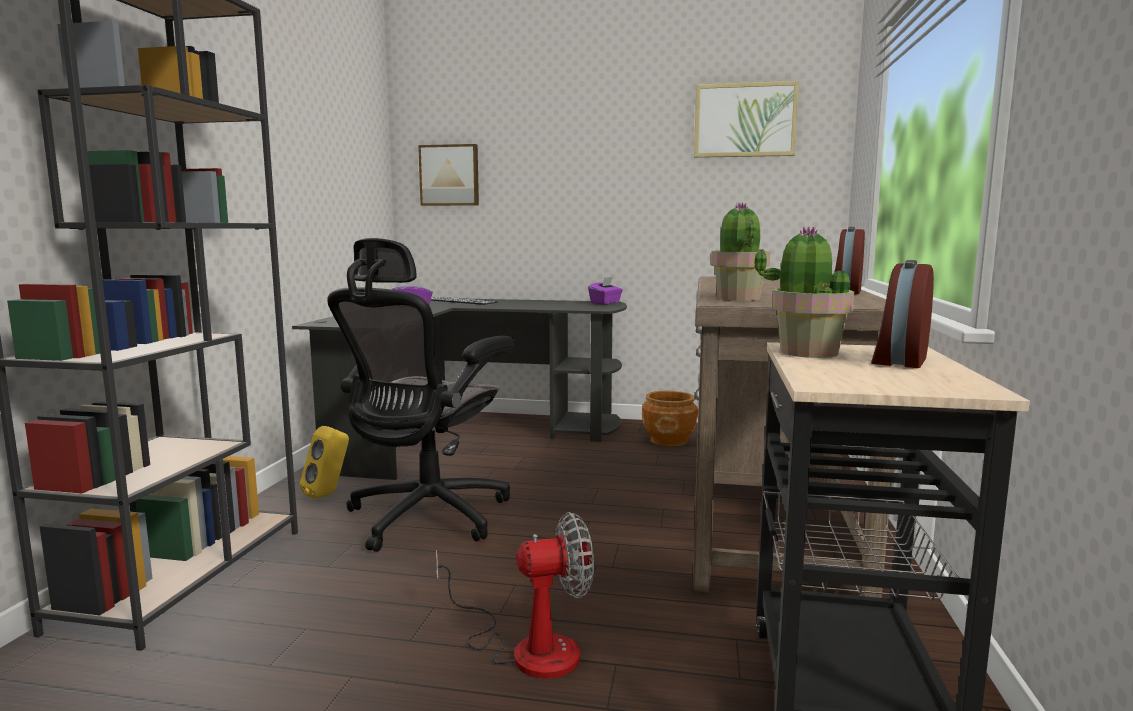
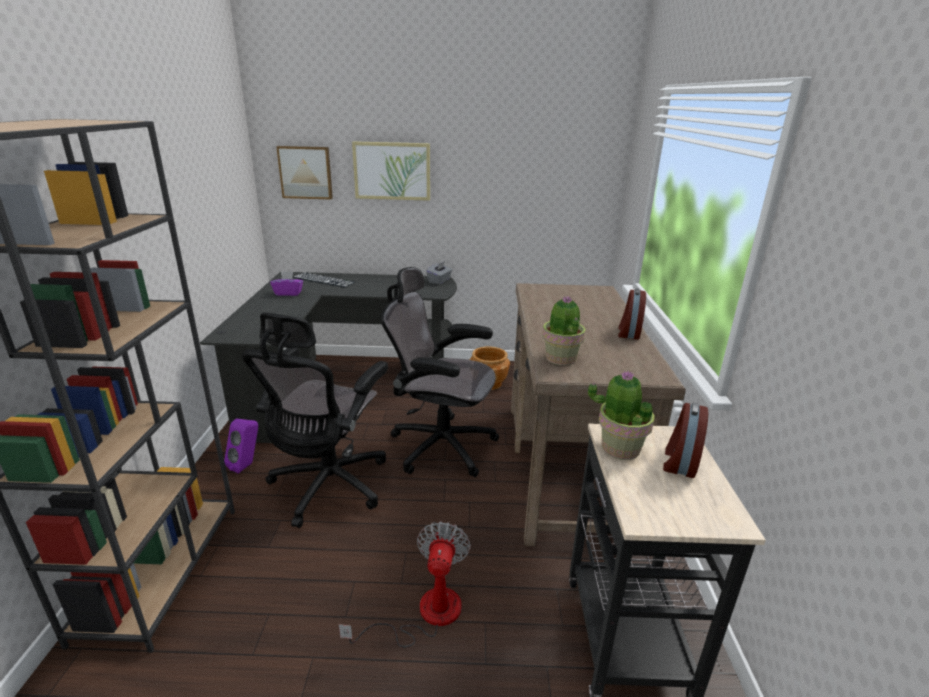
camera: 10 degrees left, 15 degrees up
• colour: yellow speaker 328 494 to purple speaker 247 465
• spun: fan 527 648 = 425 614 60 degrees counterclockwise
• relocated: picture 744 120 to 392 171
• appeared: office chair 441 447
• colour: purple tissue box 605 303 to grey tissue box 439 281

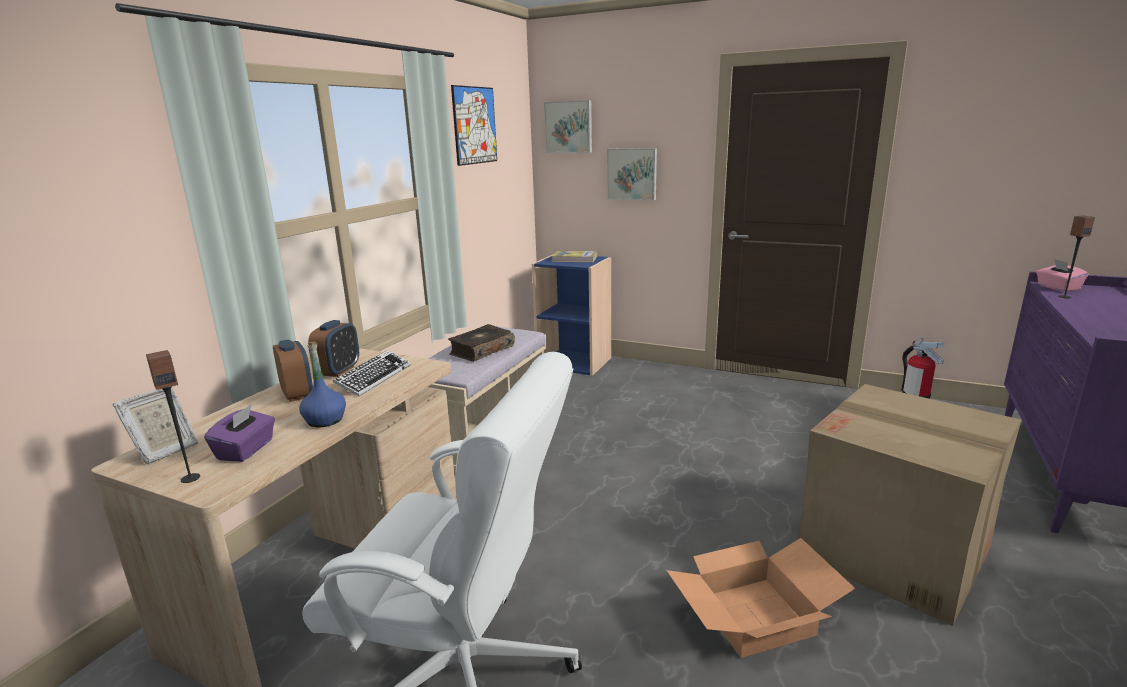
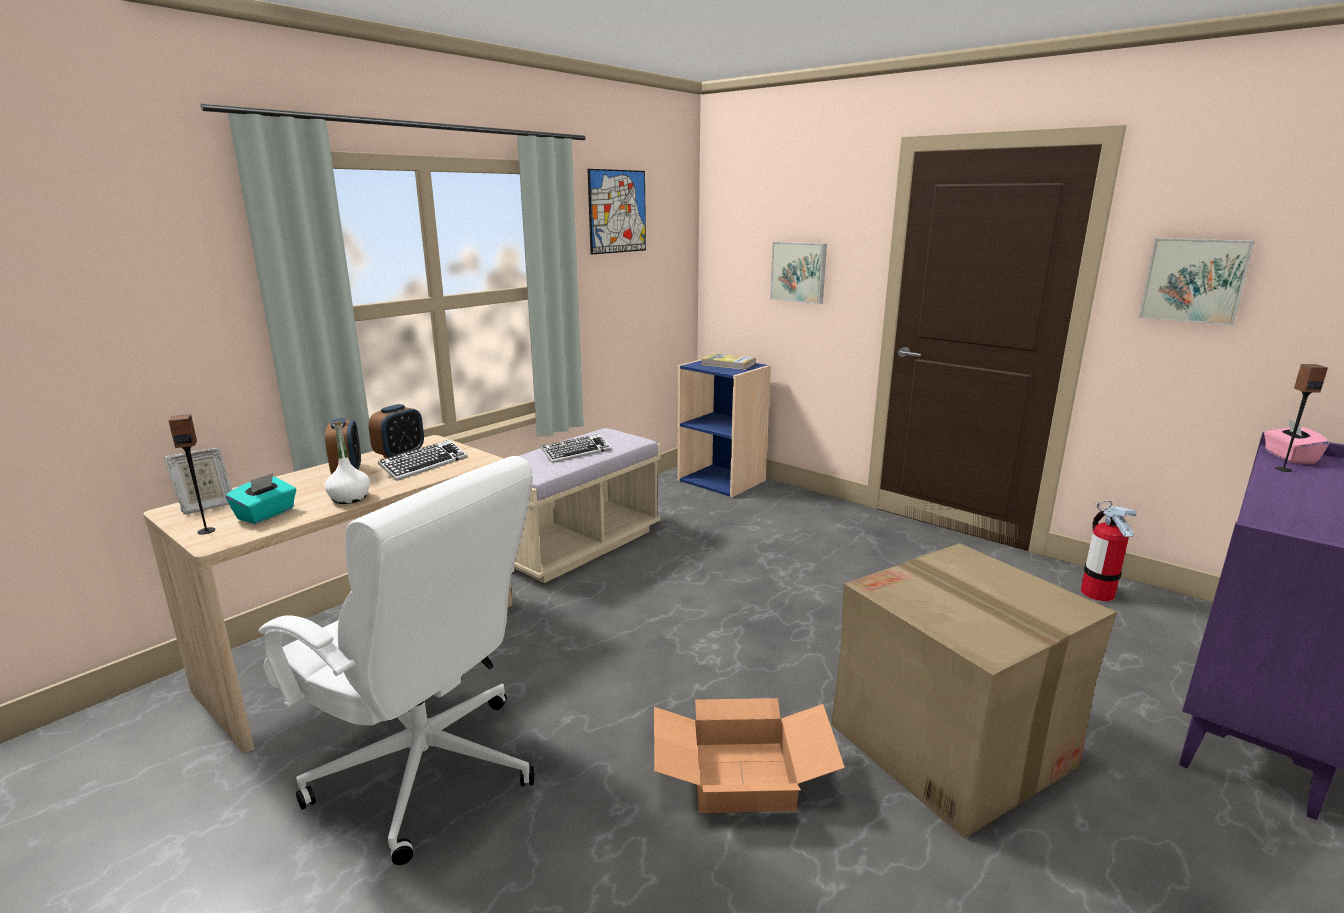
camera: 15 degrees right, 0 degrees up
• colour: purple tissue box 246 450 to turquoise tissue box 266 514
• colour: blue bottle 325 420 to white bottle 349 498
• exchanged: book 481 350 to keyboard 576 452
• relocated: picture 569 127 to 1194 280

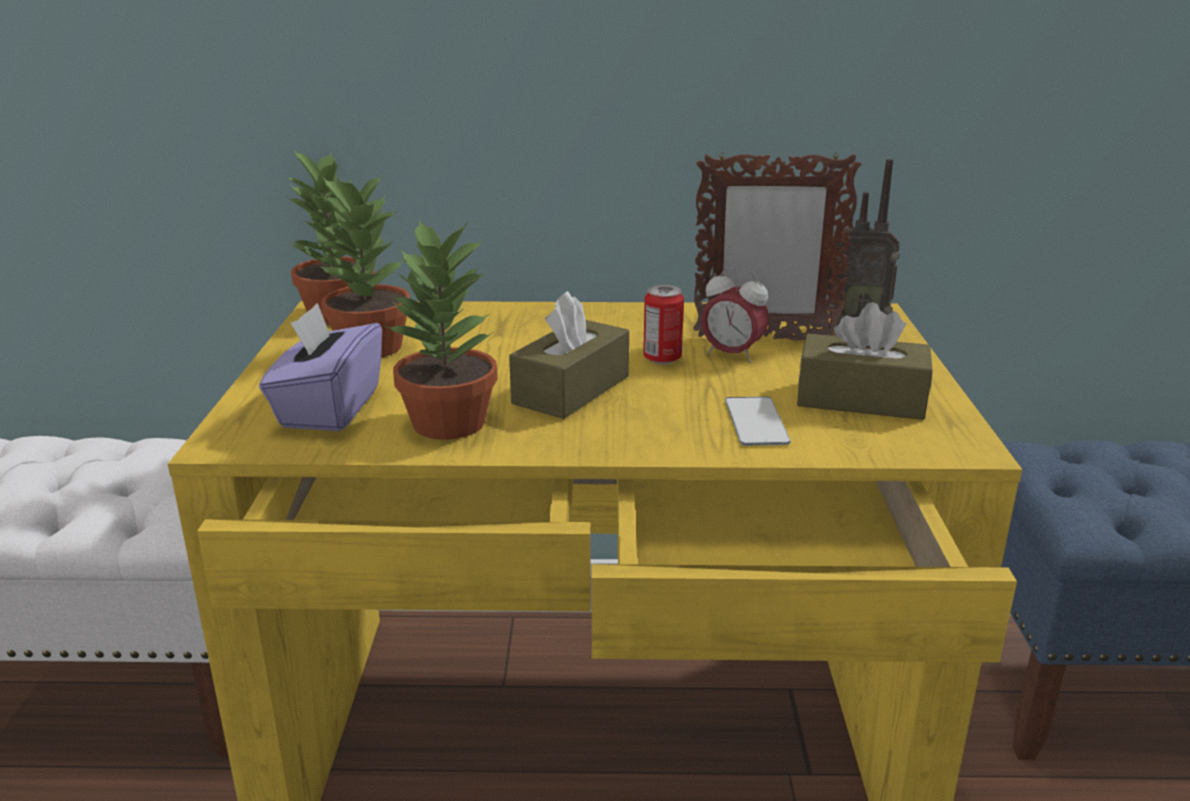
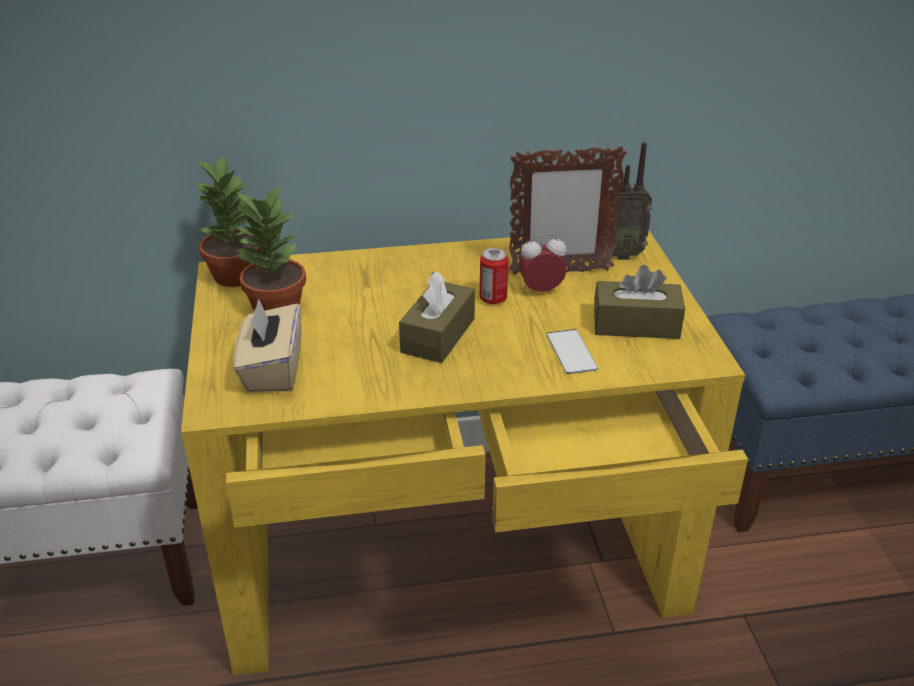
camera: 10 degrees left, 10 degrees up
• colour: purple tissue box 329 408 to beige tissue box 272 370
• spun: alarm clock 732 355 = 541 290 150 degrees clockwise
• missing: potted plant 449 424

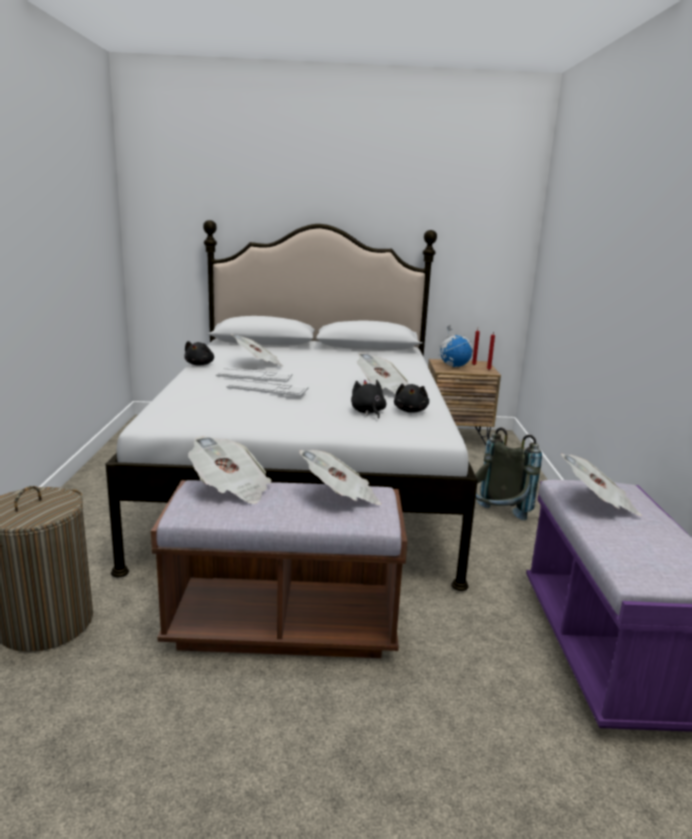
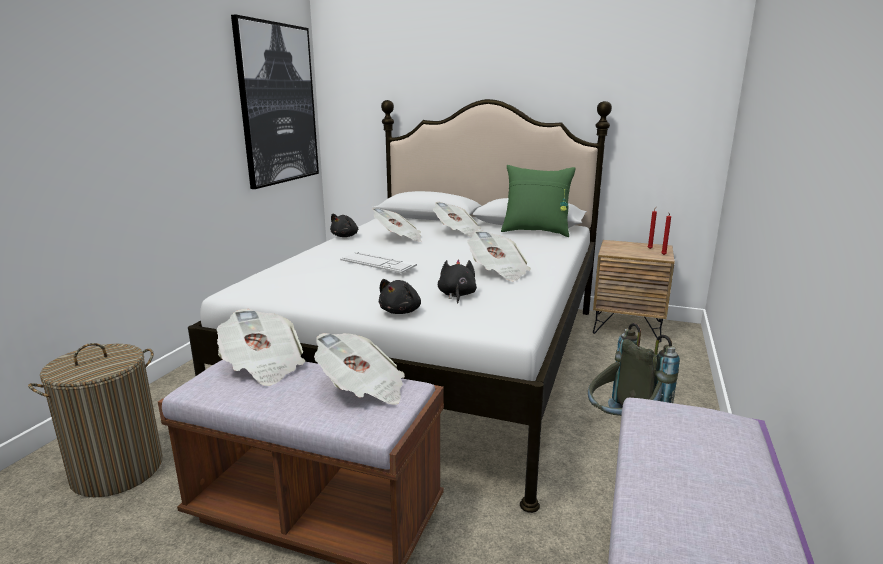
camera: 20 degrees right, 0 degrees up
• appeared: picture 278 104
• relocated: black plush toy 410 411 to 401 311
• relocated: newspaper 598 504 to 457 232
• appeared: green pillow 535 232
• missing: keyboard 254 376
• missing: globe 454 366

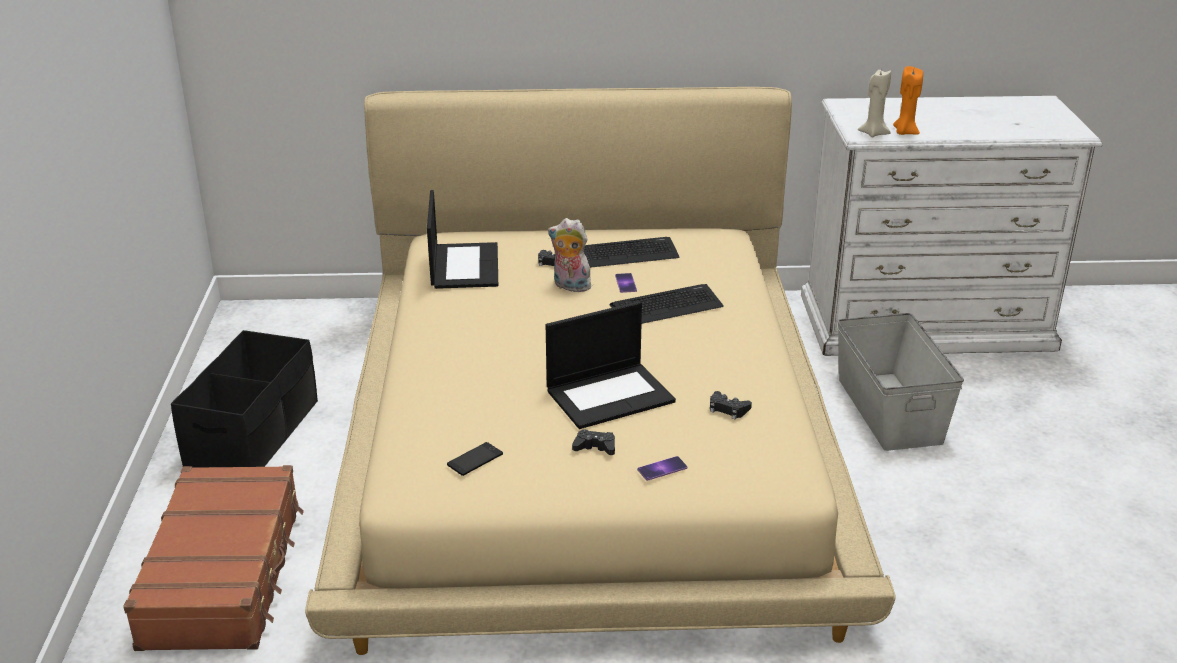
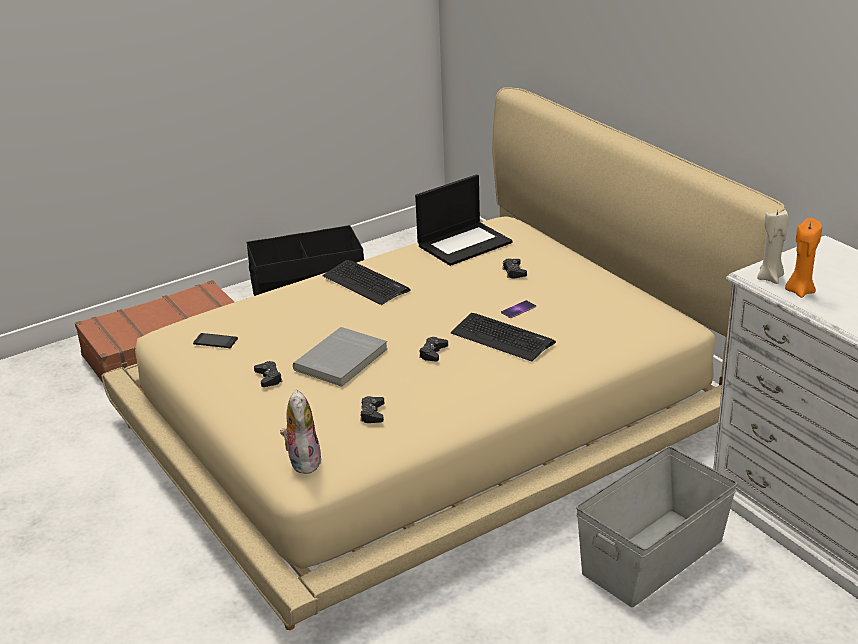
camera: 60 degrees right, 0 degrees up
• relocated: plush toy 570 286 to 302 461
• exchanged: laptop 610 395 to grey book 342 360
• relocated: keyboard 627 253 to 366 283
• appeared: black game controller 433 353
• missing: phone 662 468

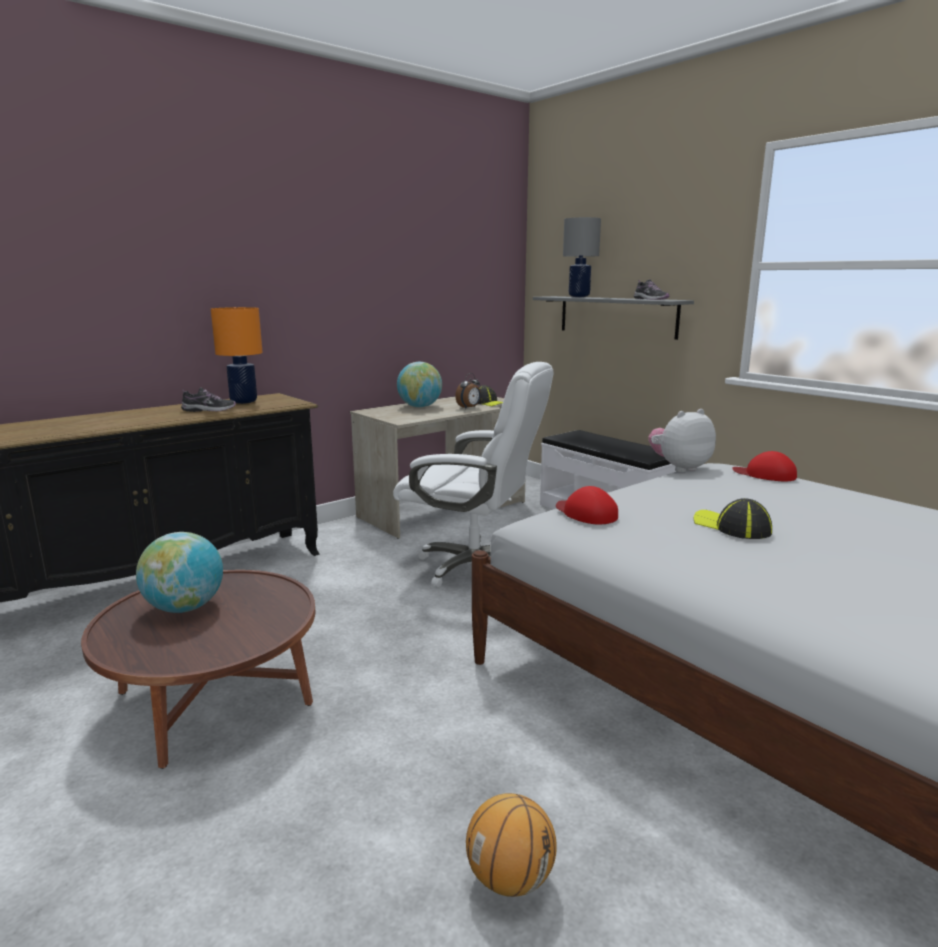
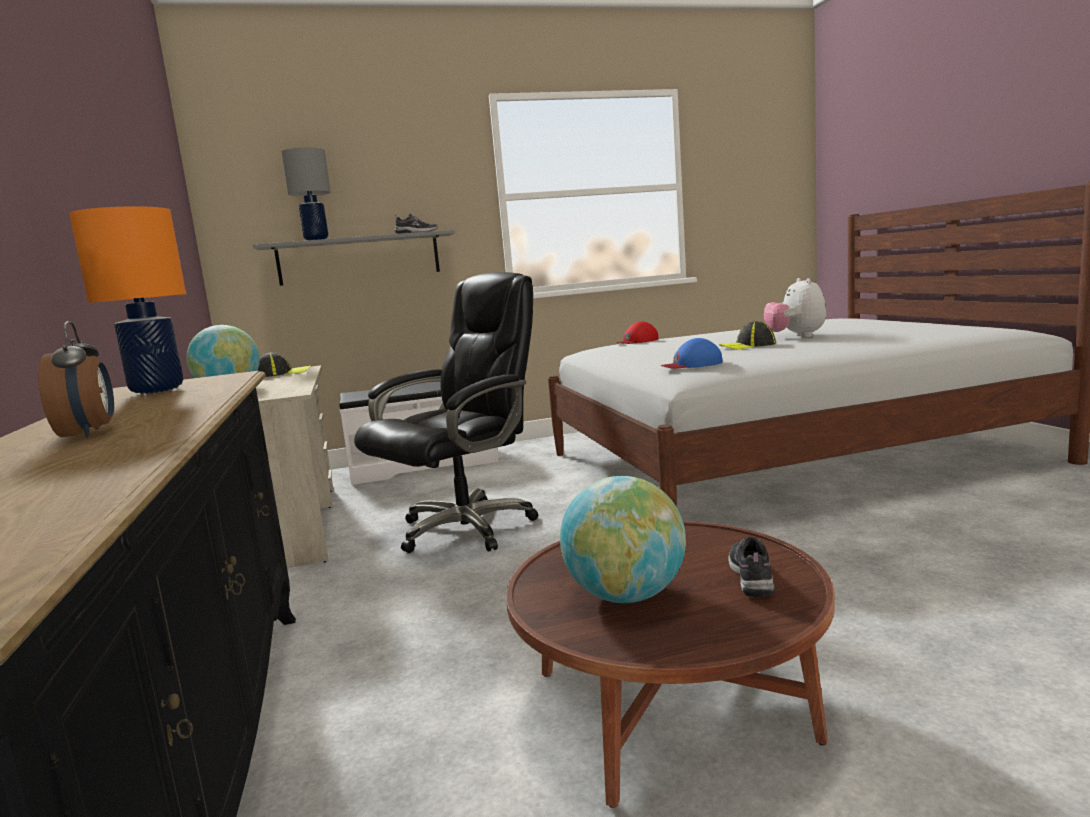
camera: 65 degrees left, 5 degrees down
• relocated: alarm clock 469 408 to 89 433
• colour: white office chair 471 566 to black office chair 463 529
• colour: red cap 586 513 to blue cap 692 364
• relocated: shoe 209 410 to 751 577
• relocated: plush toy 679 468 to 796 337
• missing: basketball 510 878

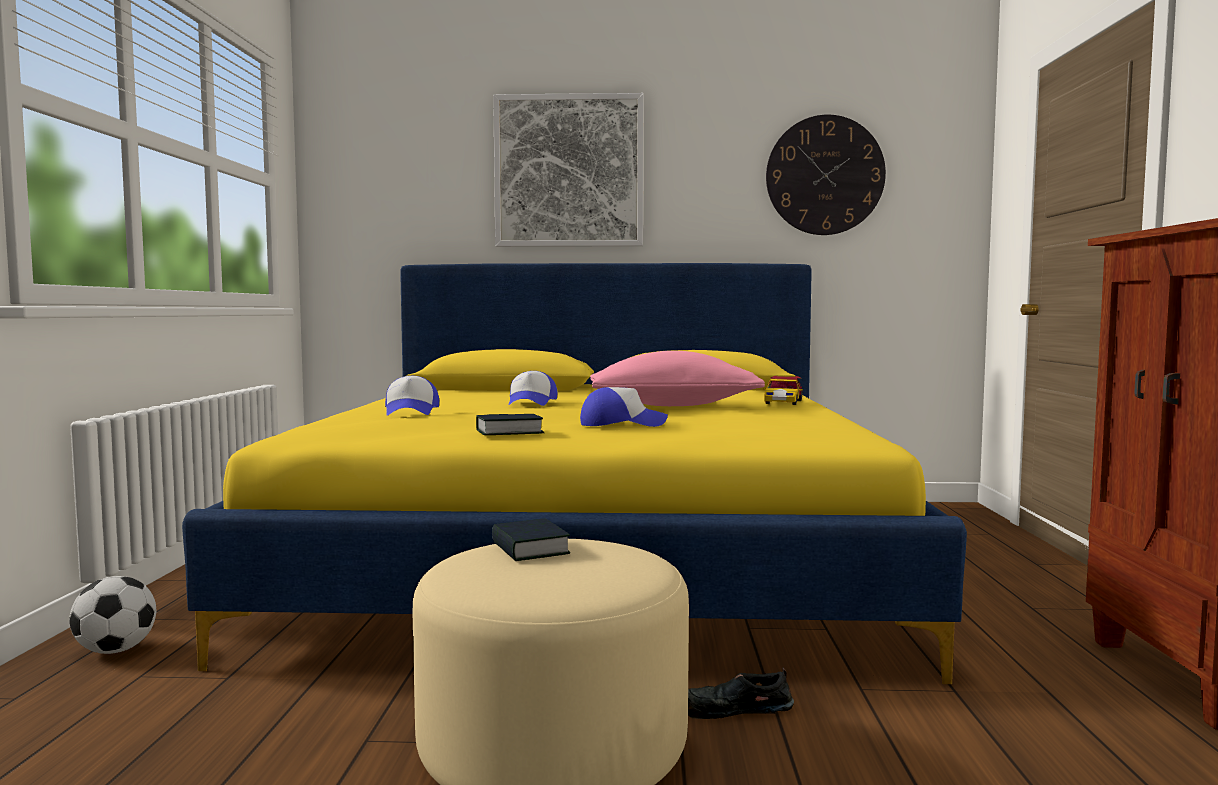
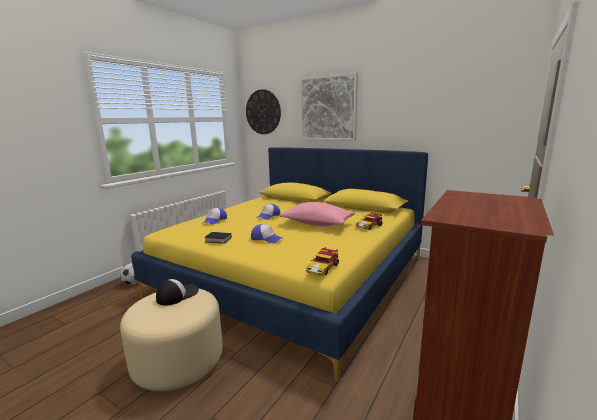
camera: 30 degrees right, 10 degrees up
• exchanged: book 530 549 to cap 177 295
• relocated: wall clock 825 175 to 263 112
• appeared: toy car 323 268
• missing: black shoe 735 709

